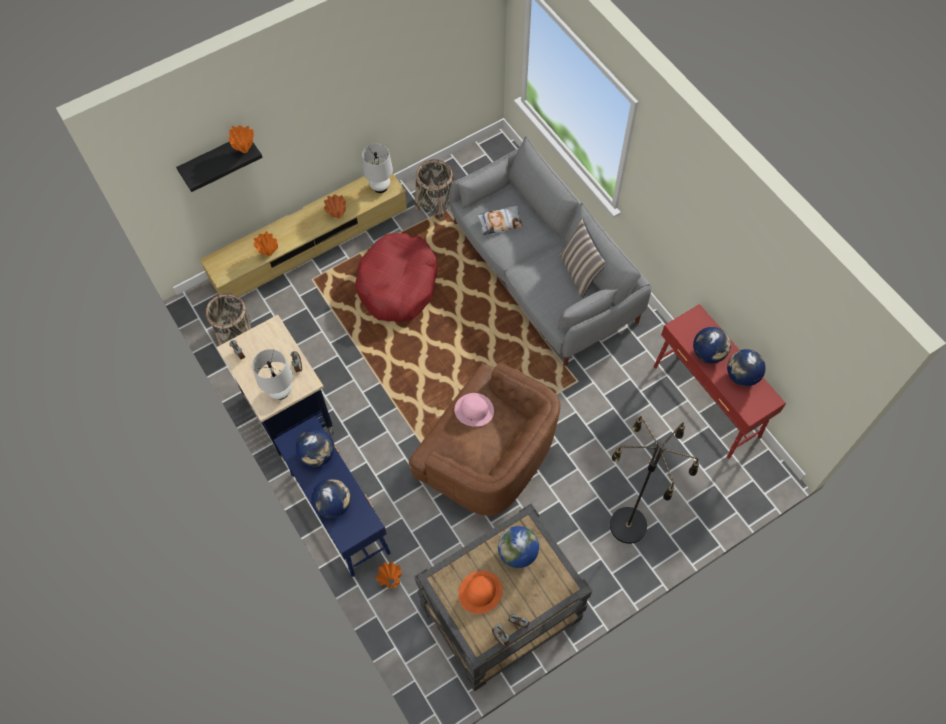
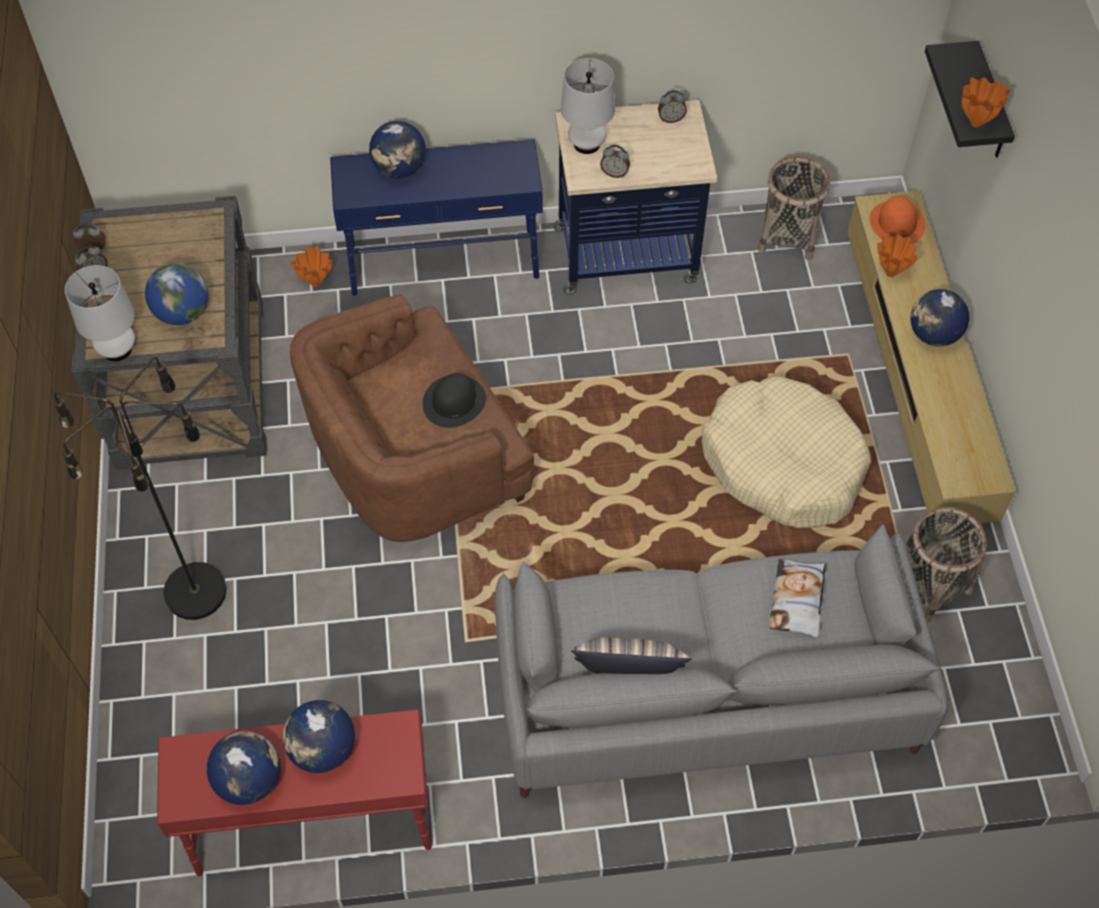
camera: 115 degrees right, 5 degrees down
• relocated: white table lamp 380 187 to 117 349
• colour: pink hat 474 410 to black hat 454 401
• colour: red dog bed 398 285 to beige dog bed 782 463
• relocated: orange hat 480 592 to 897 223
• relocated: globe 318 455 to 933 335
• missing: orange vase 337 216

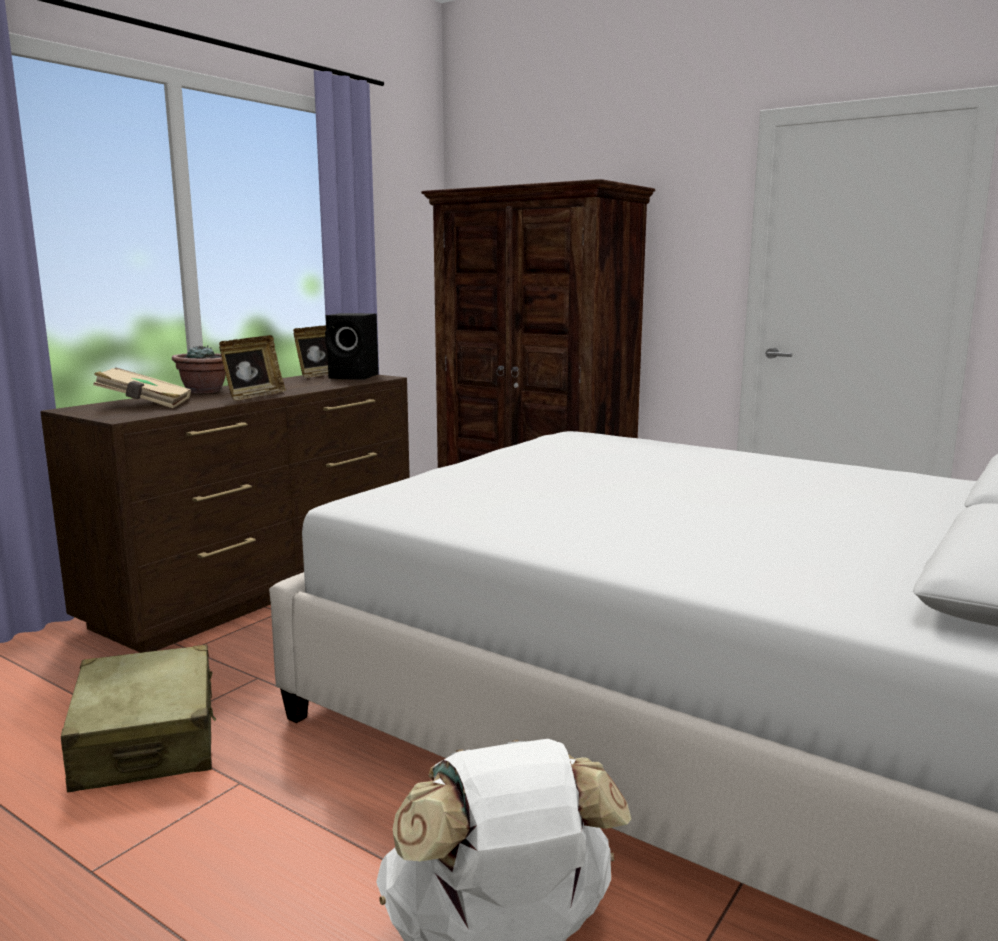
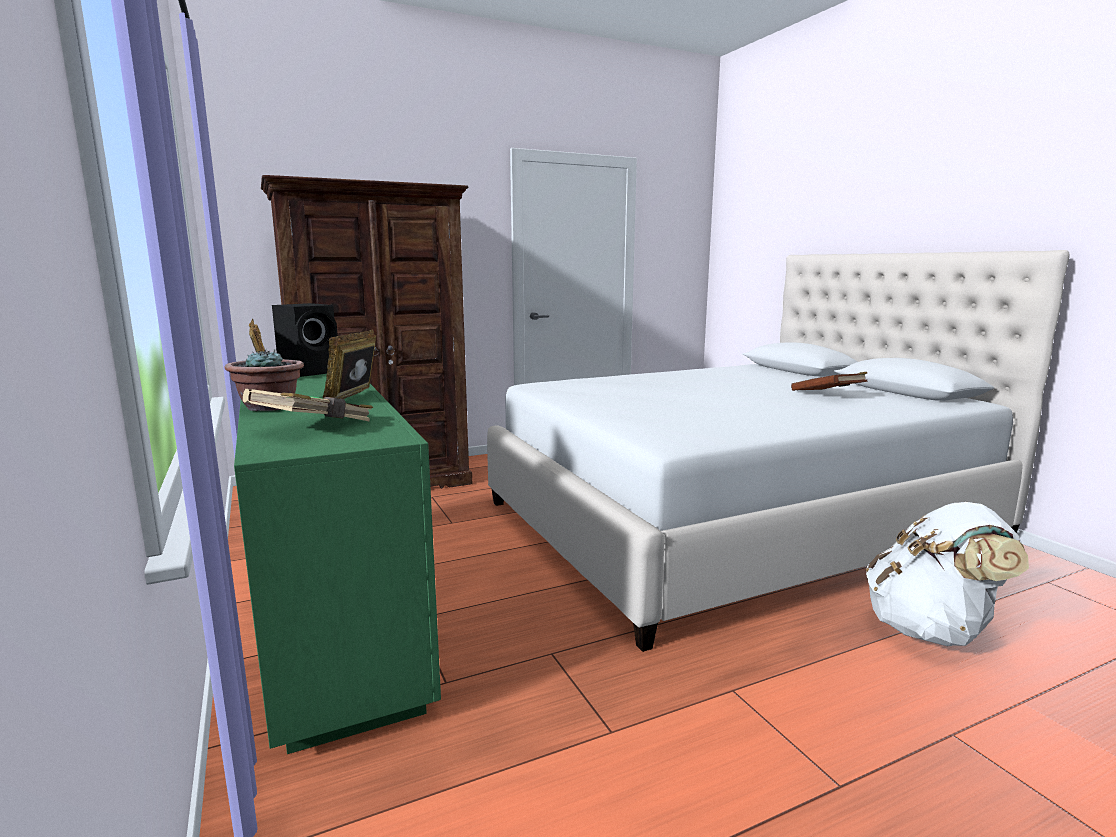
camera: 60 degrees left, 0 degrees up
• colour: brown dresser 264 586 to green dresser 334 616
• spun: picture frame 253 396 = 354 398 135 degrees counterclockwise
• appeared: brown book 827 395
• missing: beige suitcase 147 740

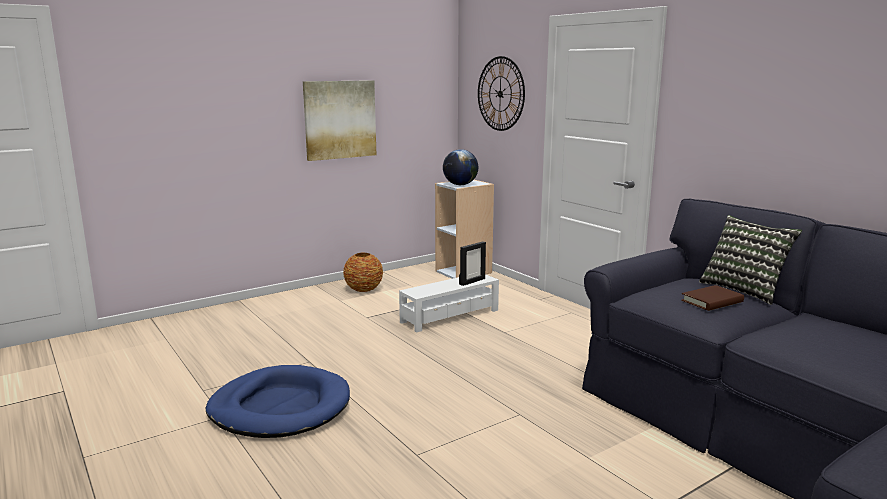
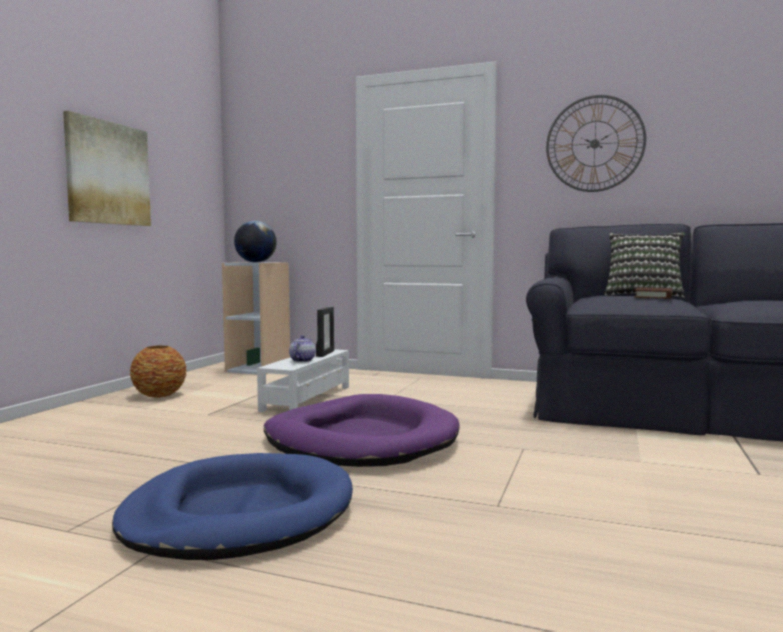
camera: 35 degrees left, 10 degrees down
• appeared: purple dog bed 361 440
• appeared: teapot 302 360
• relocated: wall clock 500 94 to 594 144

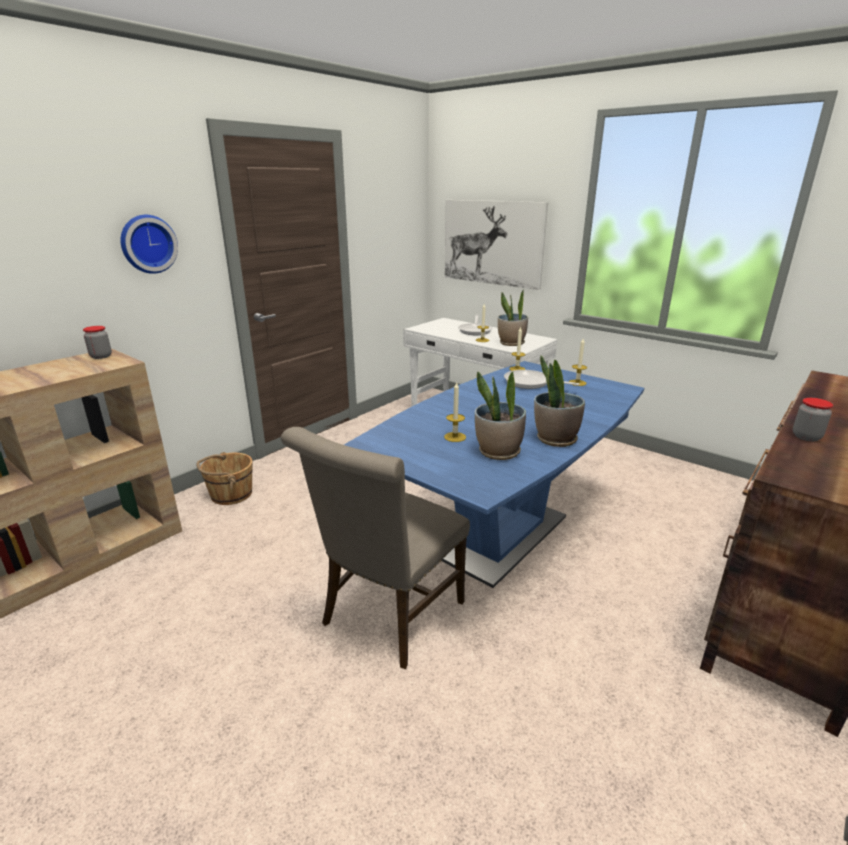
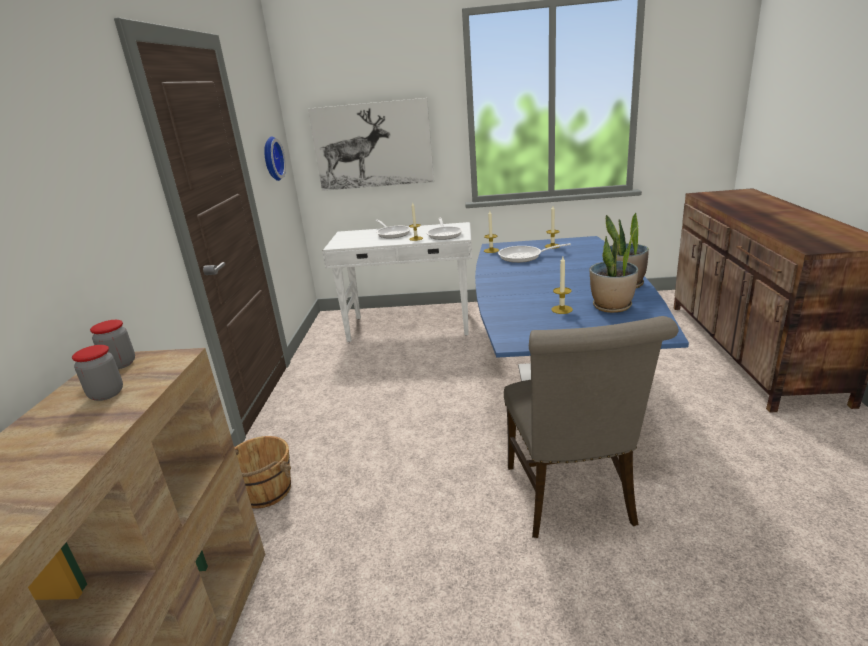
camera: 35 degrees left, 0 degrees up
• relocated: jar 806 437 to 106 394
• relocated: wall clock 147 244 to 271 159
• exchanged: potted plant 511 343 to frying pan 444 234

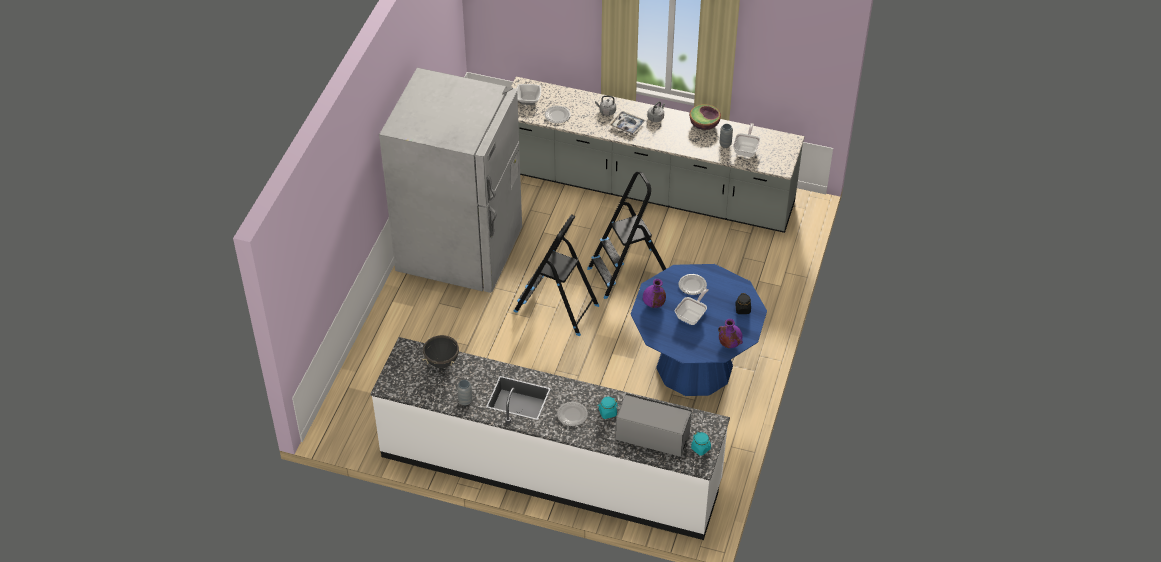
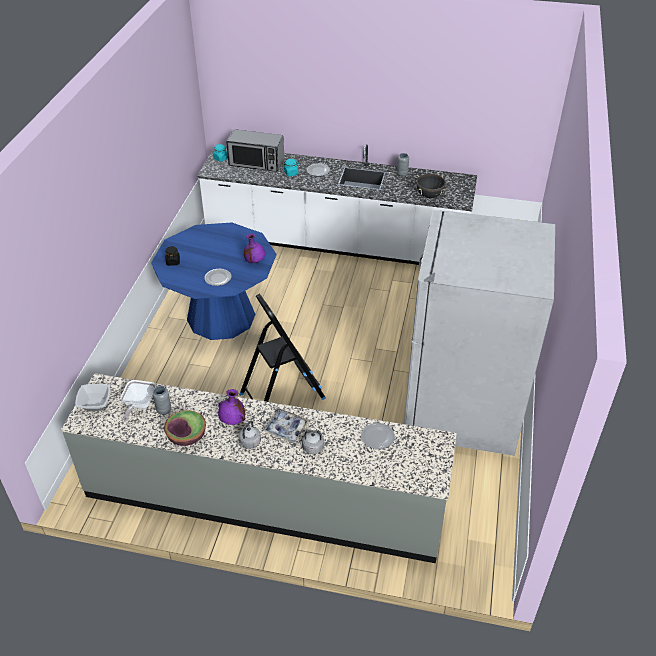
camera: 175 degrees right, 5 degrees down
• relocated: bowl 528 100 to 95 403
• relocated: purple vase 729 343 to 233 421
• missing: black step ladder 555 308
• missing: frying pan 692 316

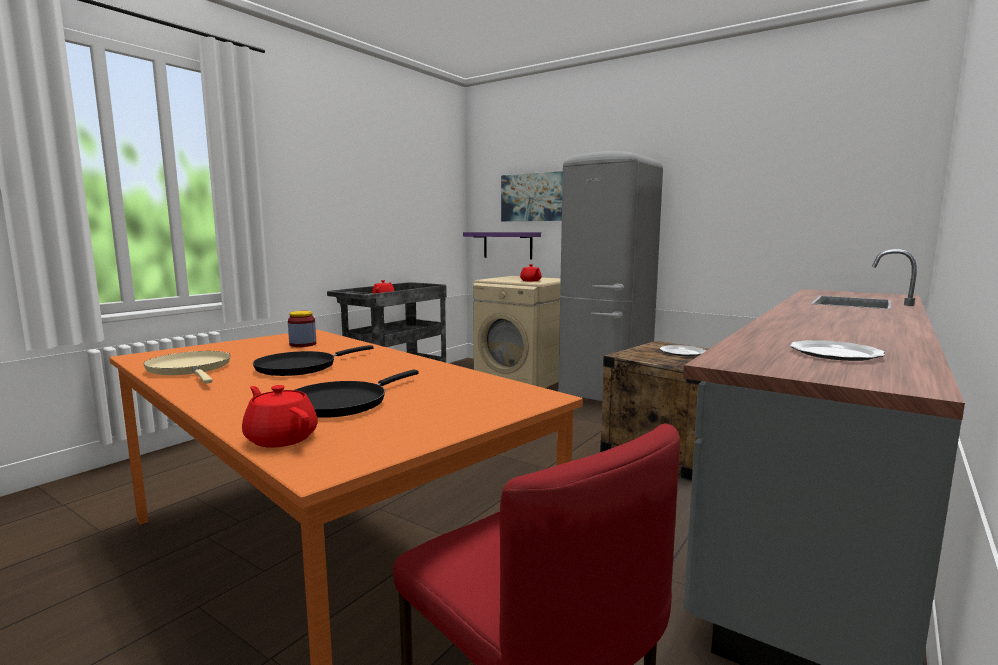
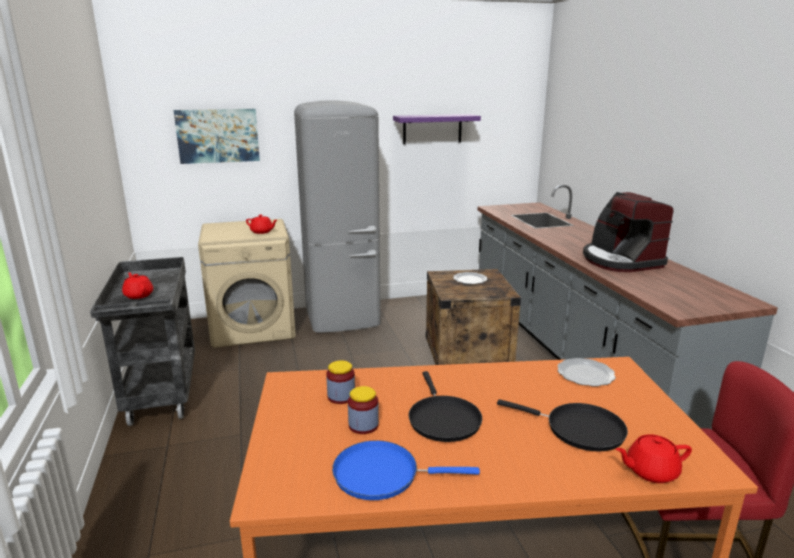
camera: 50 degrees left, 10 degrees up
• colour: beige frying pan 190 369 to blue frying pan 382 474
• appeared: jar 363 425
• relocated: purple shelf 507 245 to 432 129
• spun: black frying pan 342 403 = 579 429 45 degrees counterclockwise
• relocated: plate 836 354 to 585 374
• appeared: coffee machine 620 261

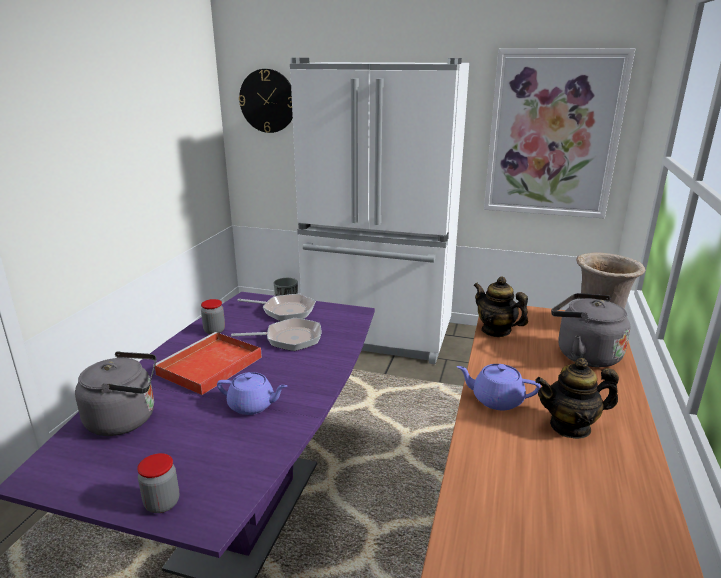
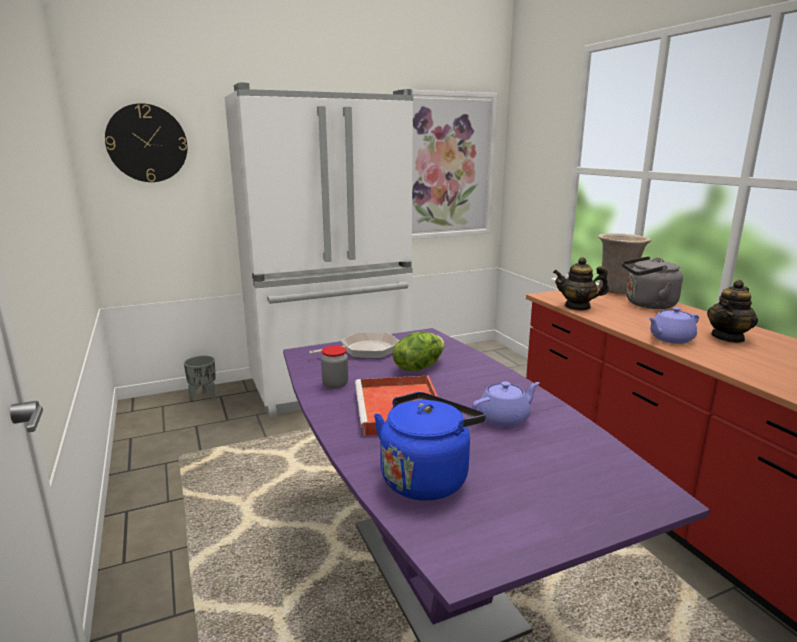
camera: 40 degrees left, 5 degrees down
• colour: grey kettle 126 419 to blue kettle 426 477
• exchanged: frying pan 289 339 to lettuce 418 367
• missing: jar 162 503

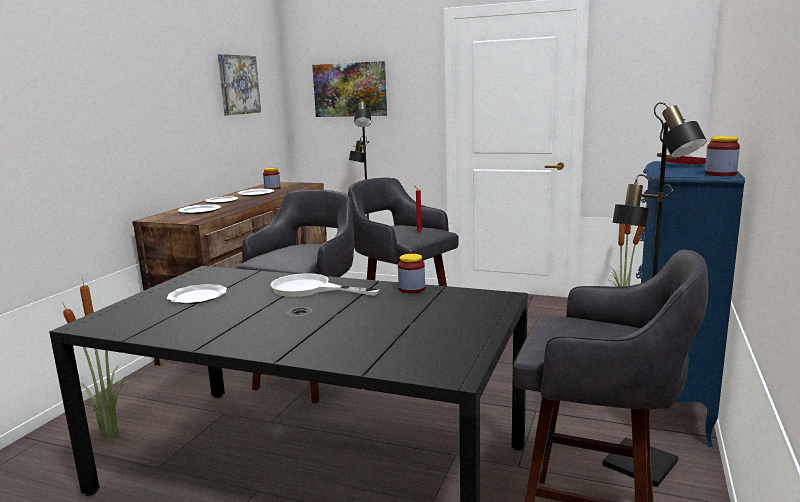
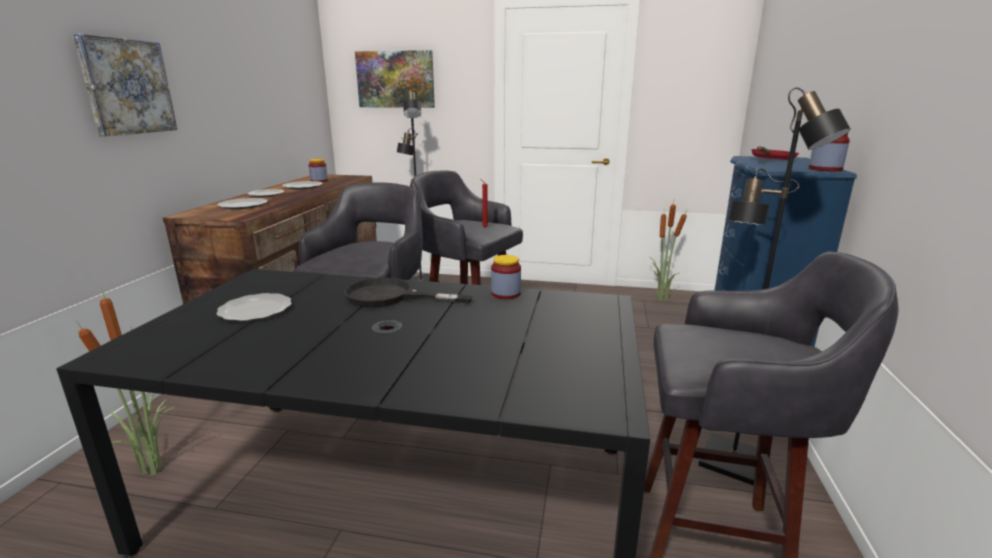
camera: 10 degrees left, 5 degrees up
• relocated: picture 238 84 to 127 87
• colour: white frying pan 310 289 to black frying pan 391 296

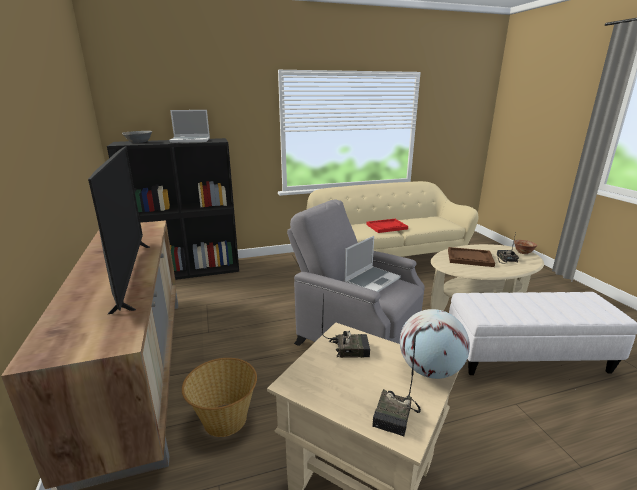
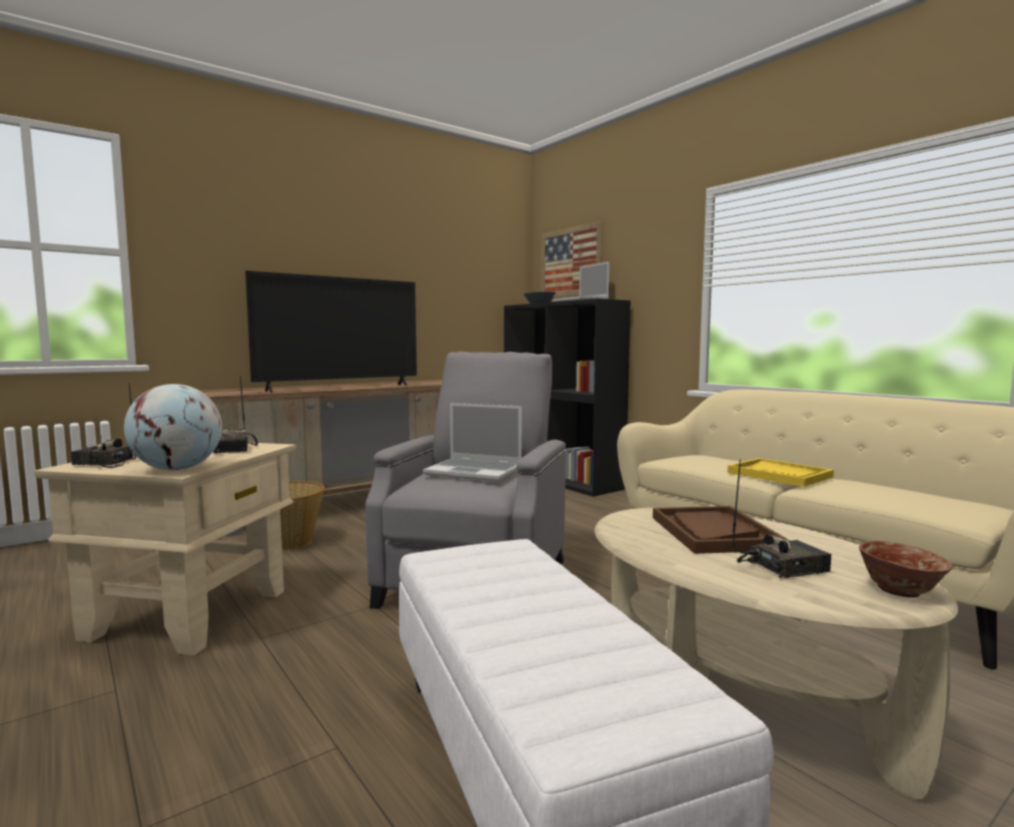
camera: 70 degrees right, 15 degrees down
• appeared: picture 571 262
• colour: red tray 386 227 to yellow tray 779 475

